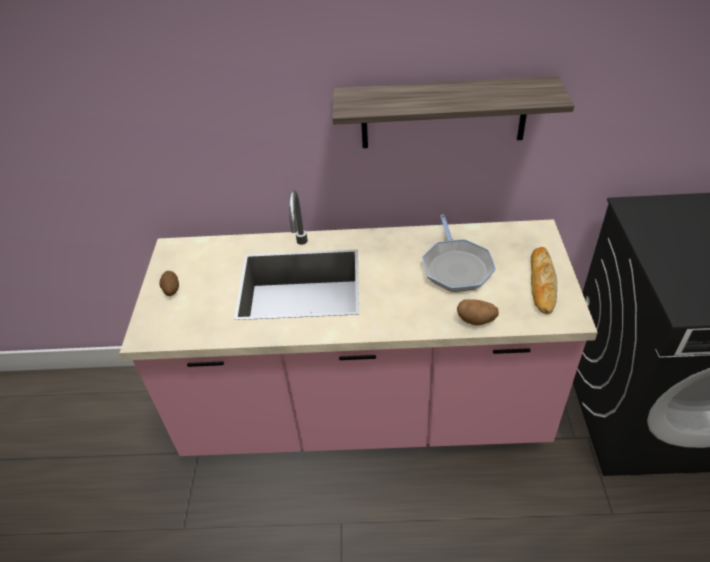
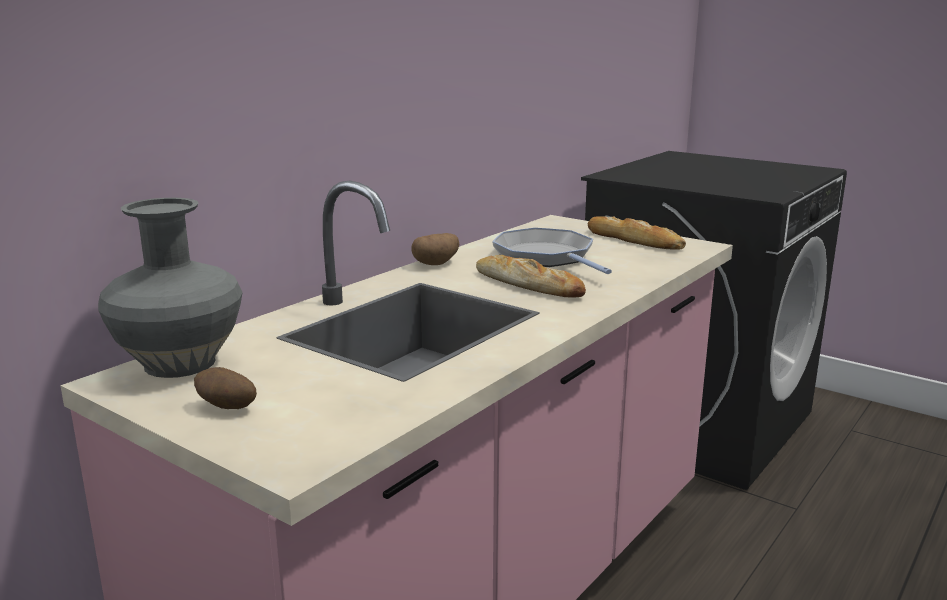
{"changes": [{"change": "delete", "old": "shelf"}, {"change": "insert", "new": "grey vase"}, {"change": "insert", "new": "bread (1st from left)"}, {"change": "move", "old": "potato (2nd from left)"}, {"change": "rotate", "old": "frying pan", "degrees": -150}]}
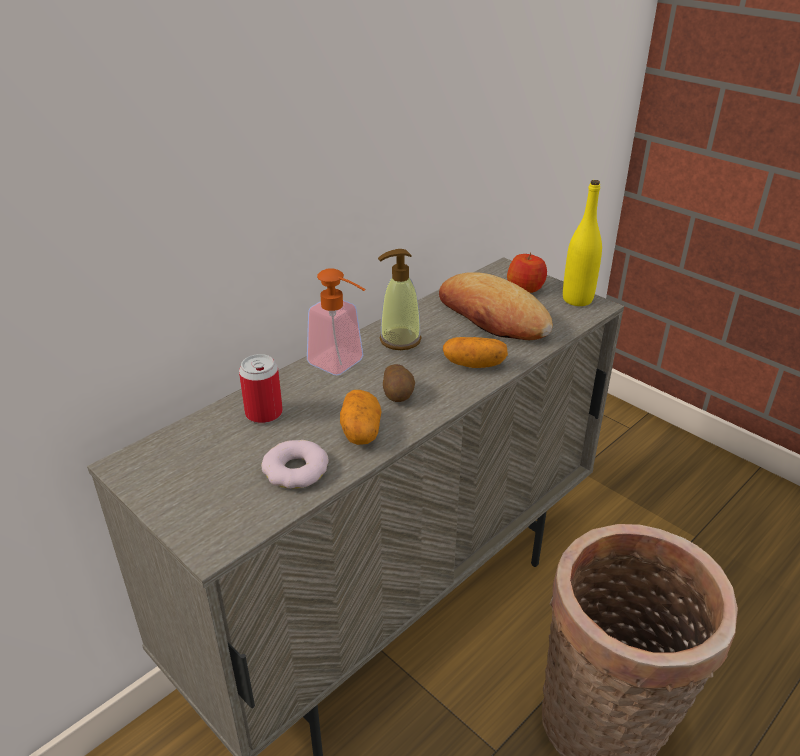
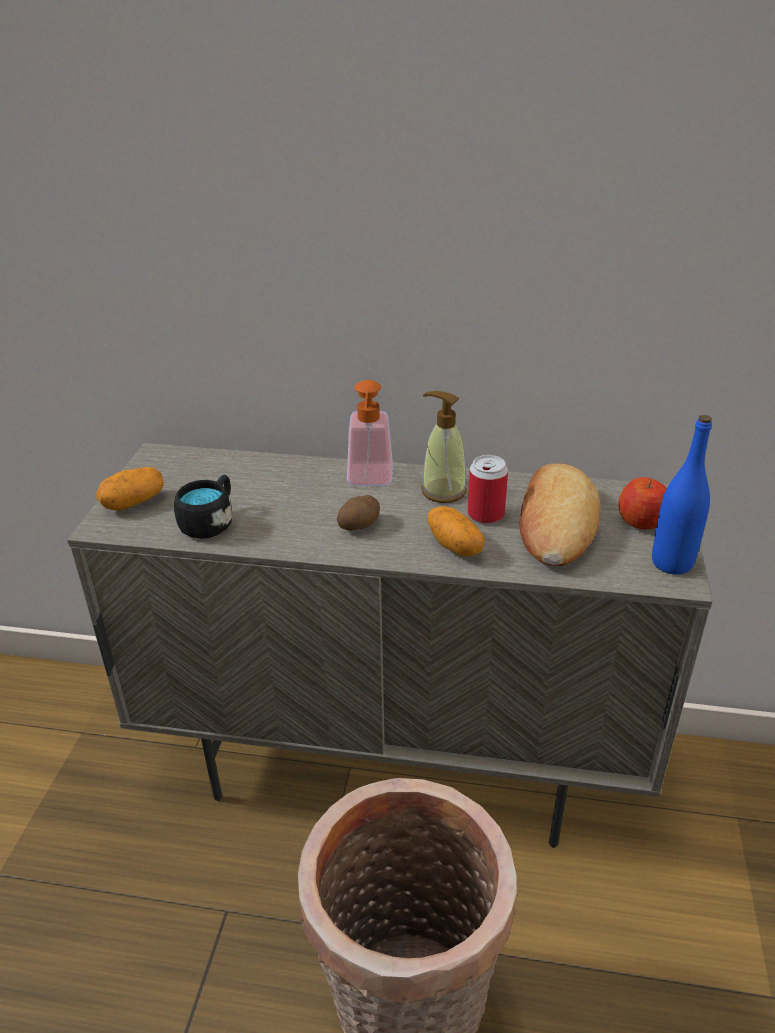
{"changes": [{"change": "move", "old": "can"}, {"change": "move", "old": "potato (1st from left)"}, {"change": "replace", "old": "donut", "new": "black mug"}, {"change": "recolor", "old": "yellow bottle", "new": "blue bottle"}]}
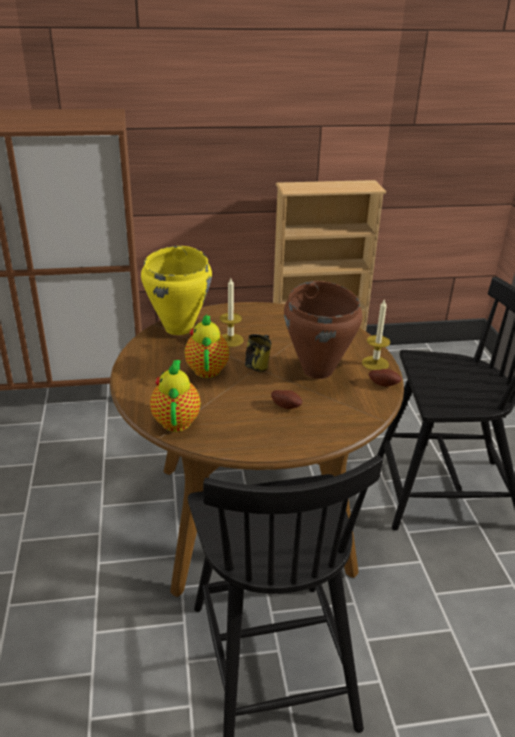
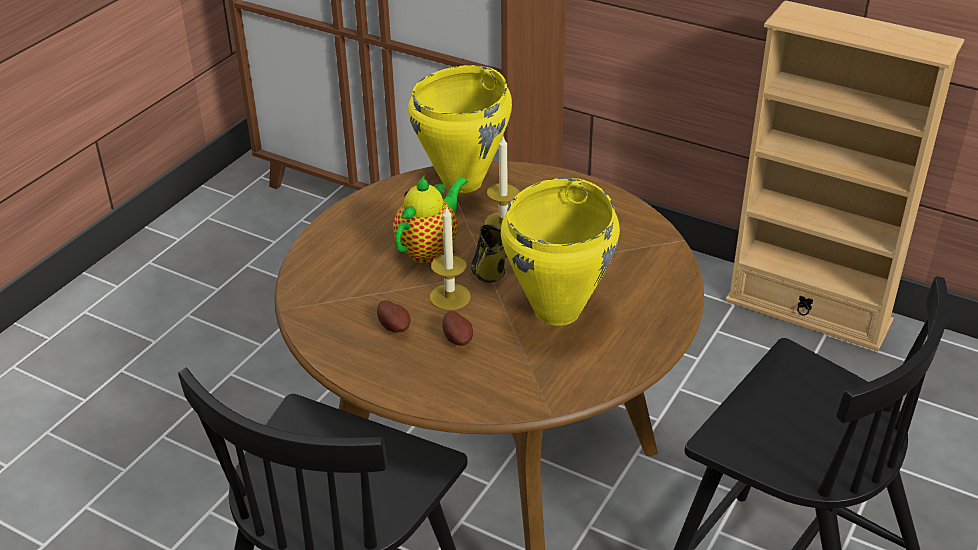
{"changes": [{"change": "delete", "old": "teapot (1st from left)"}, {"change": "move", "old": "candle (2nd from left in the first image)", "new": "candle (1st from left)"}, {"change": "move", "old": "potato (2nd from left in the first image)", "new": "potato (1st from left)"}, {"change": "recolor", "old": "brown cooking pot", "new": "yellow cooking pot (2nd from left)"}]}
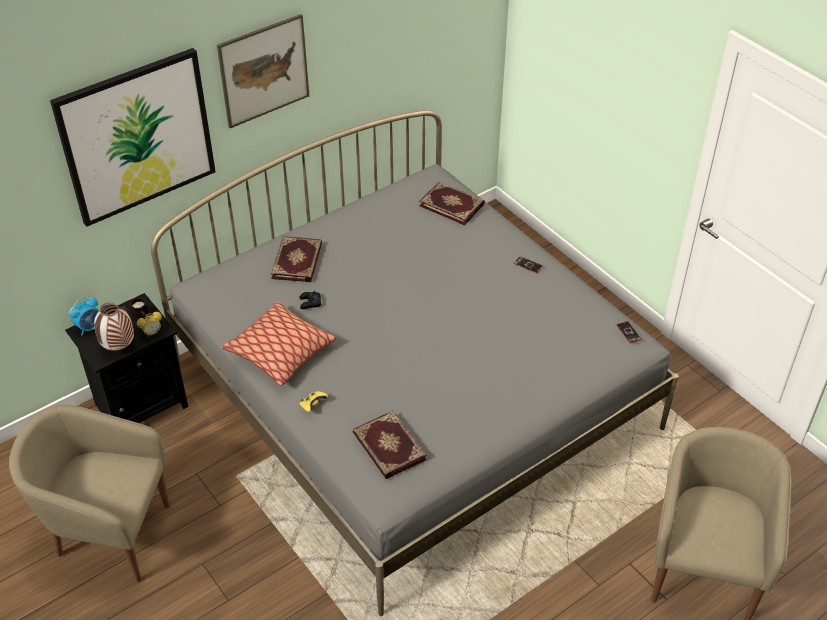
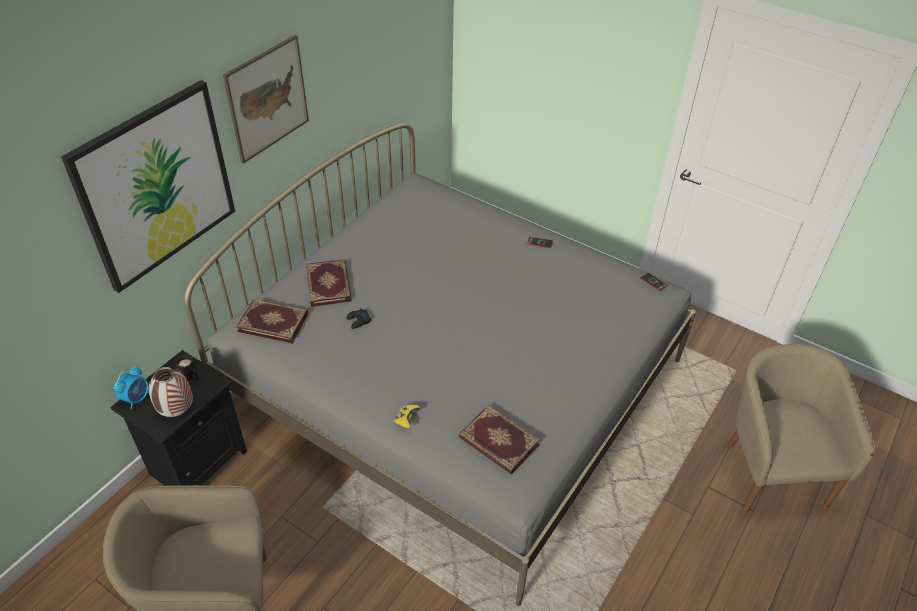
{"changes": [{"change": "delete", "old": "alarm clock (2nd from left)"}, {"change": "delete", "old": "pillow"}, {"change": "move", "old": "book (3rd from left in the first image)", "new": "book (1st from left)"}]}
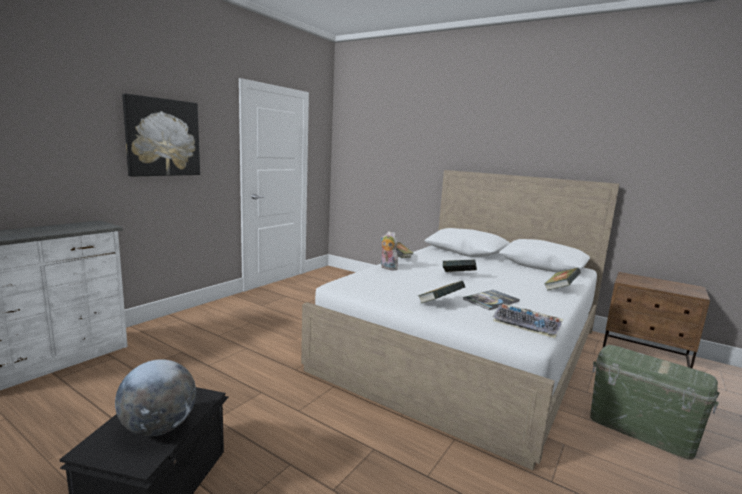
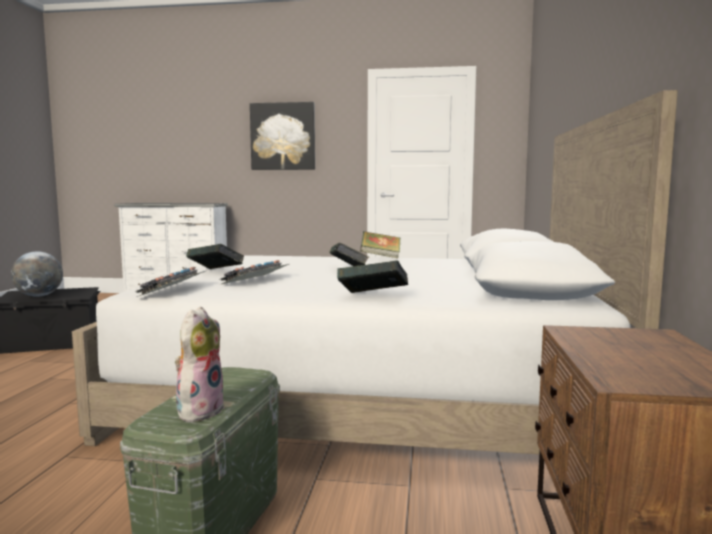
{"changes": [{"change": "move", "old": "plush toy"}, {"change": "replace", "old": "book (4th from left)", "new": "keyboard (2nd from left)"}]}
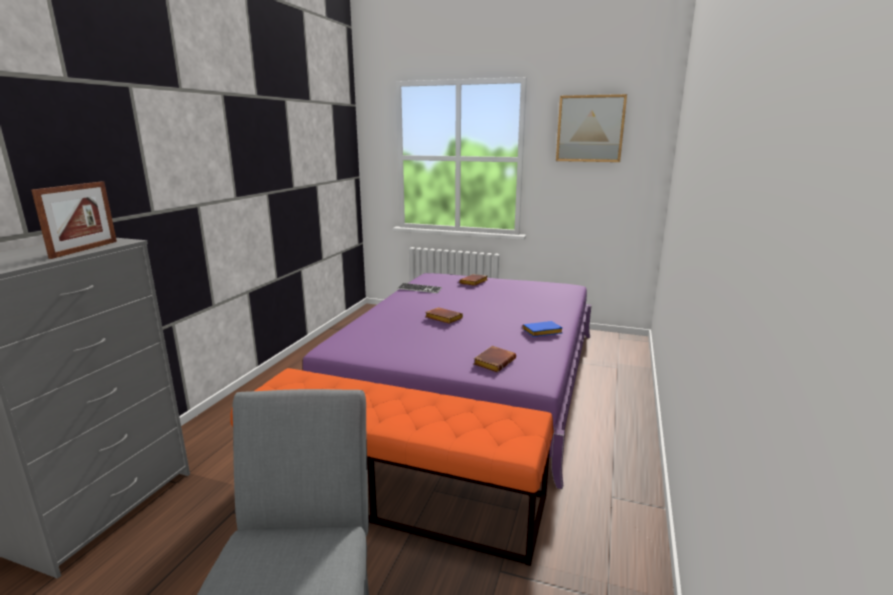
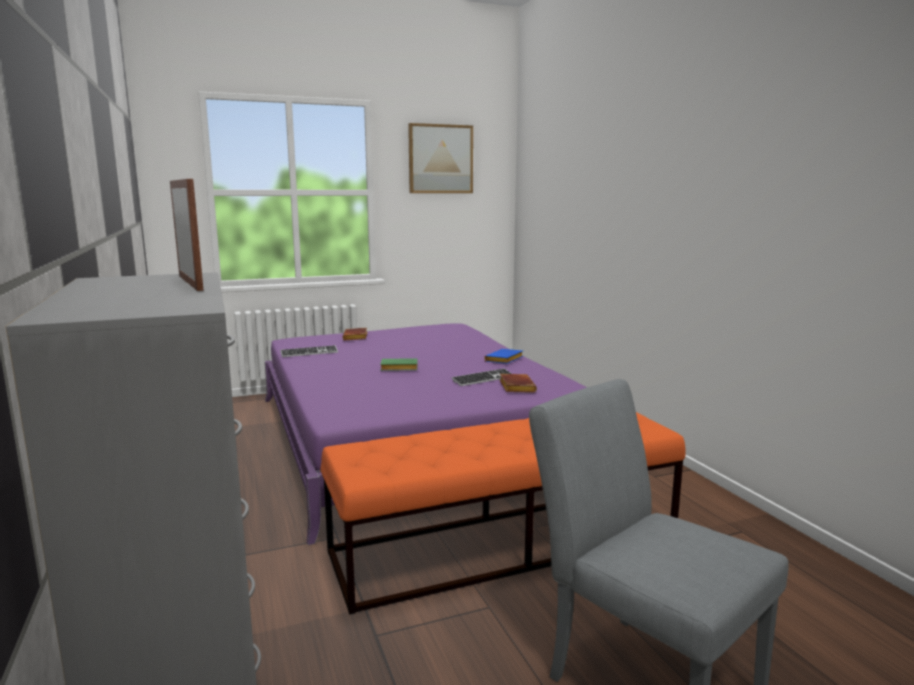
{"changes": [{"change": "insert", "new": "keyboard (2nd from left)"}, {"change": "recolor", "old": "brown book (1st from left)", "new": "green book"}]}
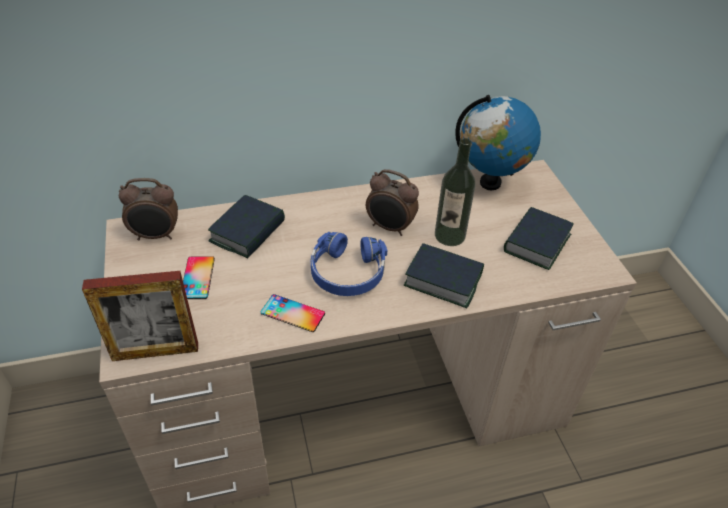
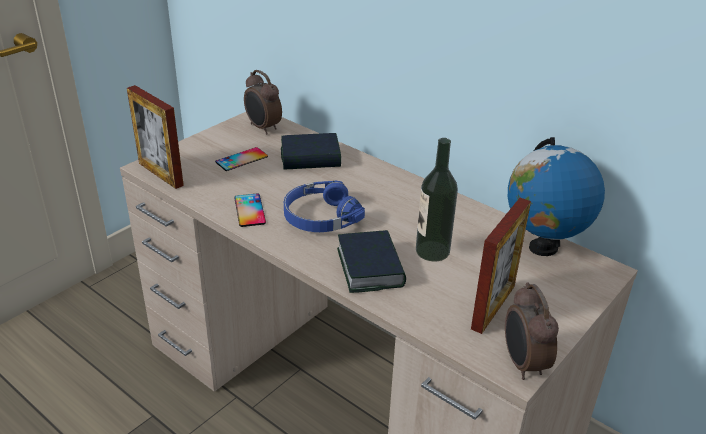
{"changes": [{"change": "move", "old": "alarm clock (2nd from left)"}, {"change": "replace", "old": "book (3rd from left)", "new": "picture frame (2nd from left)"}]}
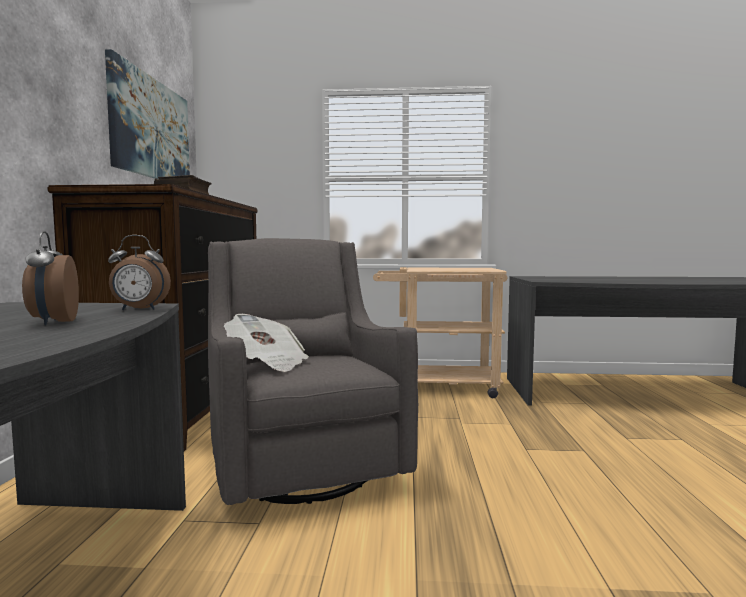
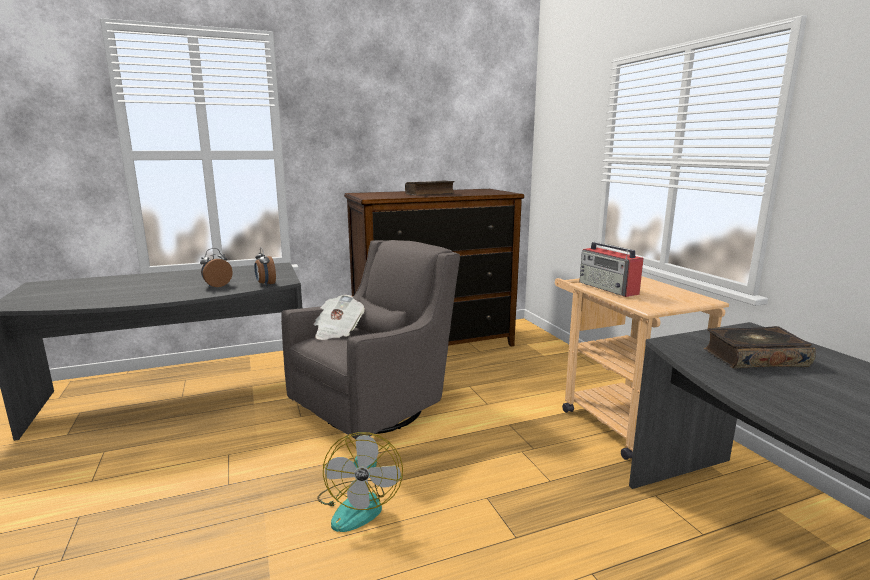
{"changes": [{"change": "delete", "old": "picture"}, {"change": "insert", "new": "fan"}, {"change": "insert", "new": "radio"}, {"change": "insert", "new": "book (2nd from left)"}]}
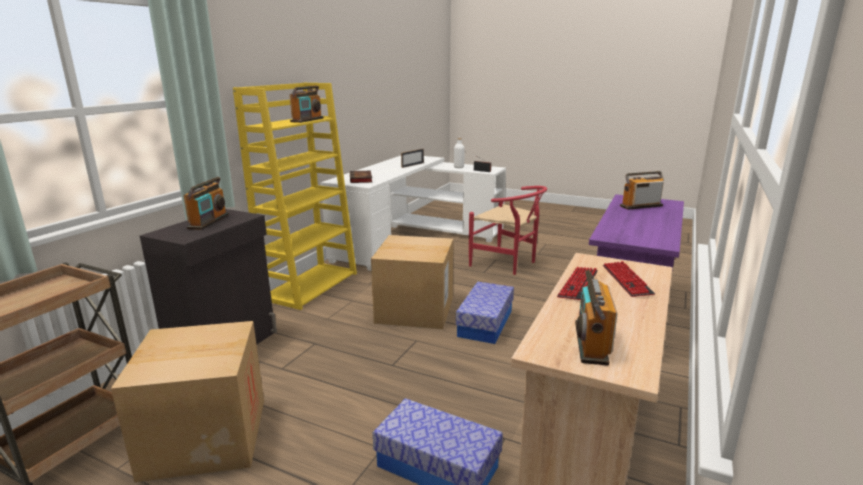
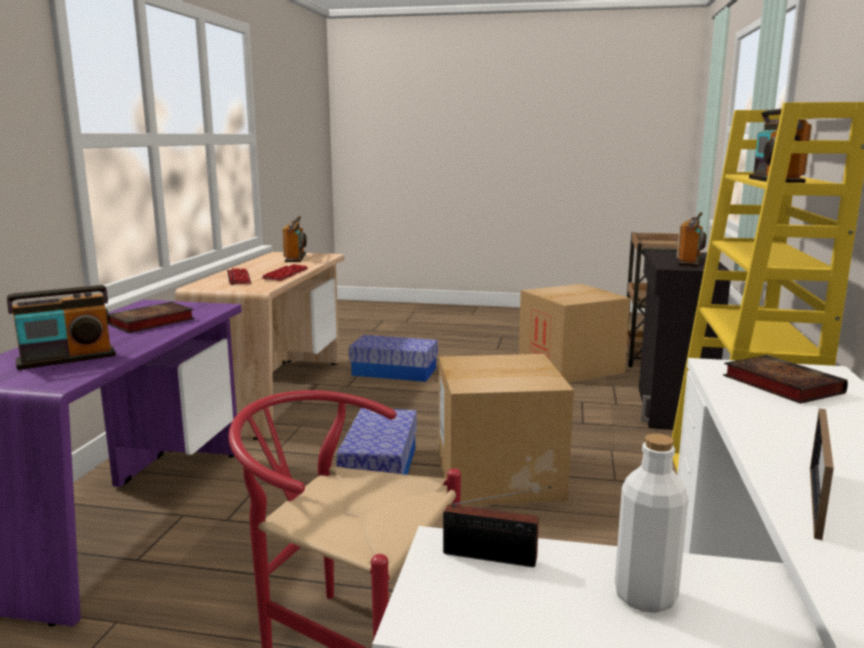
{"changes": [{"change": "insert", "new": "book (1st from left)"}, {"change": "rotate", "old": "radio (1st from left in the first image)", "degrees": -150}]}
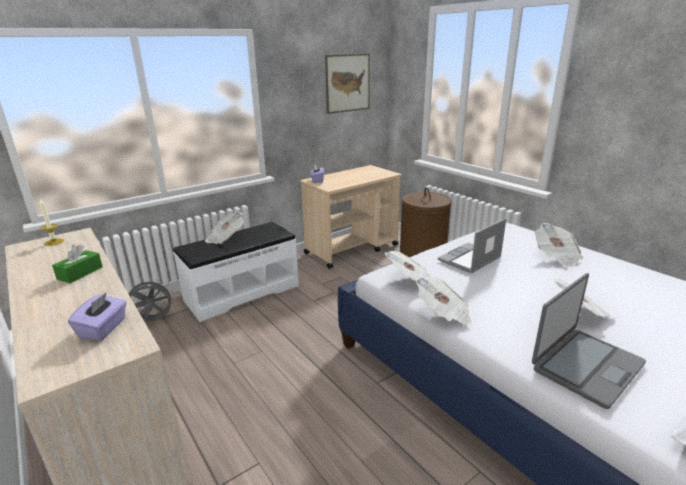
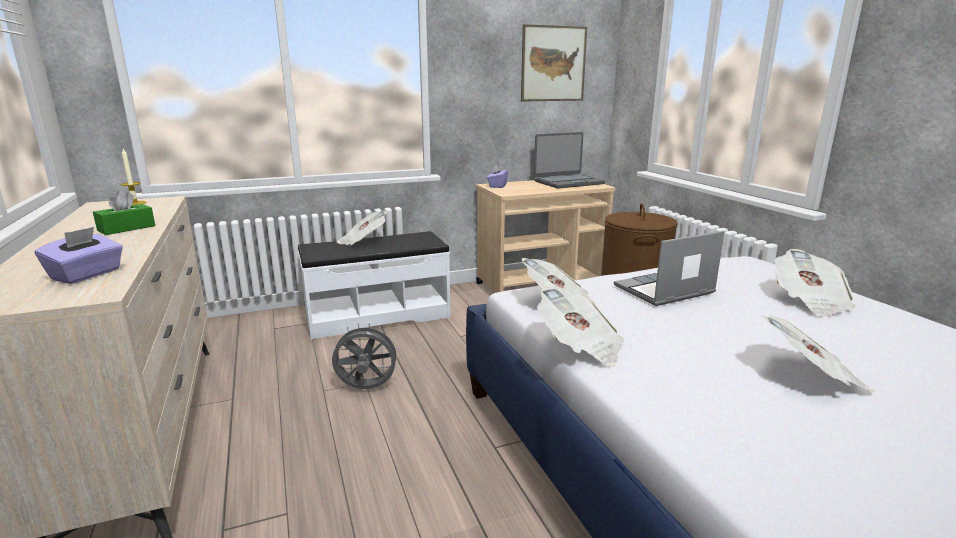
{"changes": [{"change": "move", "old": "grey fan"}, {"change": "move", "old": "laptop (2nd from left in the first image)", "new": "laptop (1st from left)"}]}
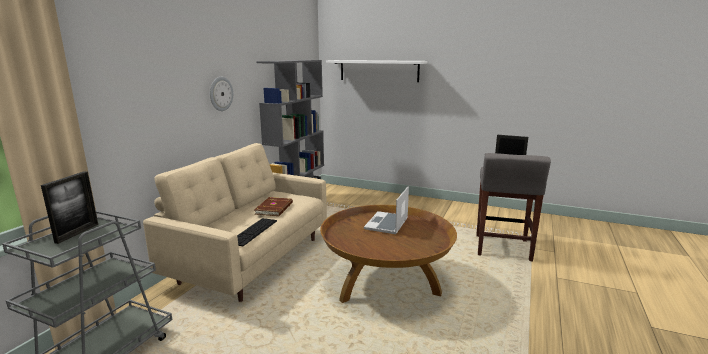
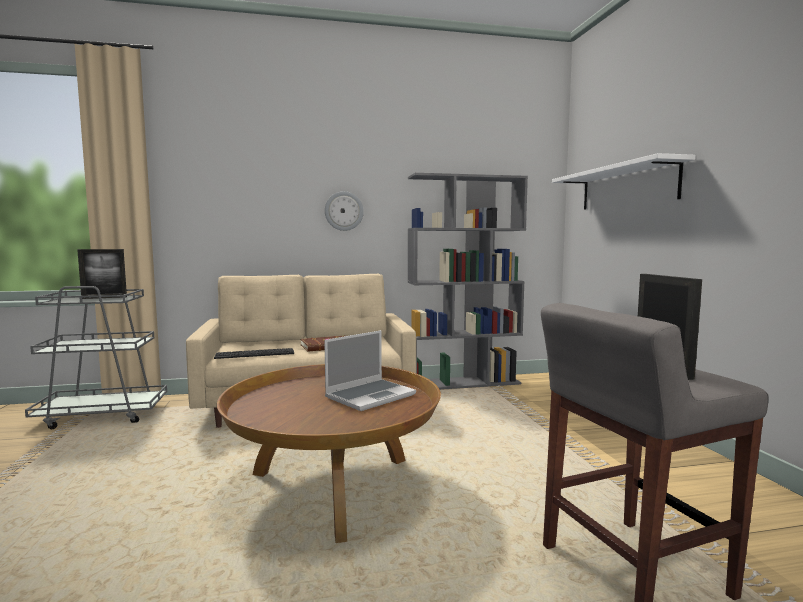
{"changes": [{"change": "rotate", "old": "laptop", "degrees": 150}]}
